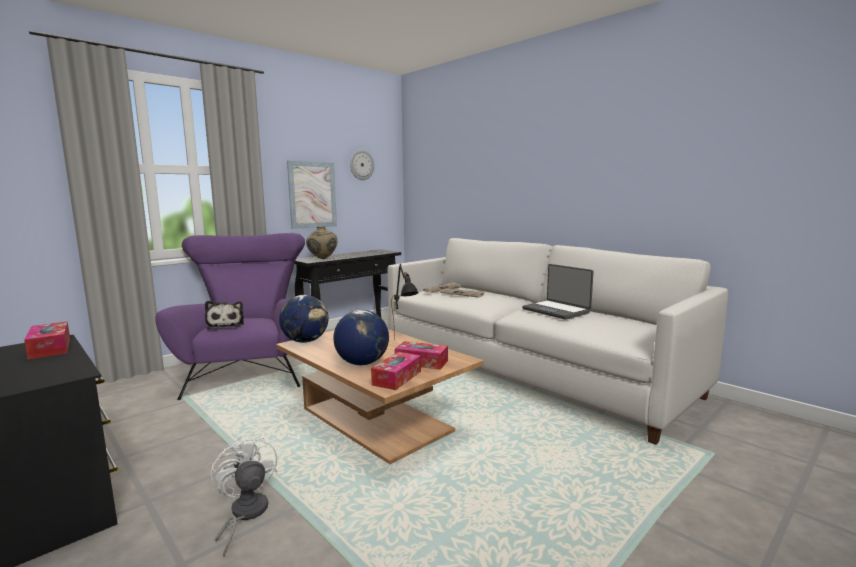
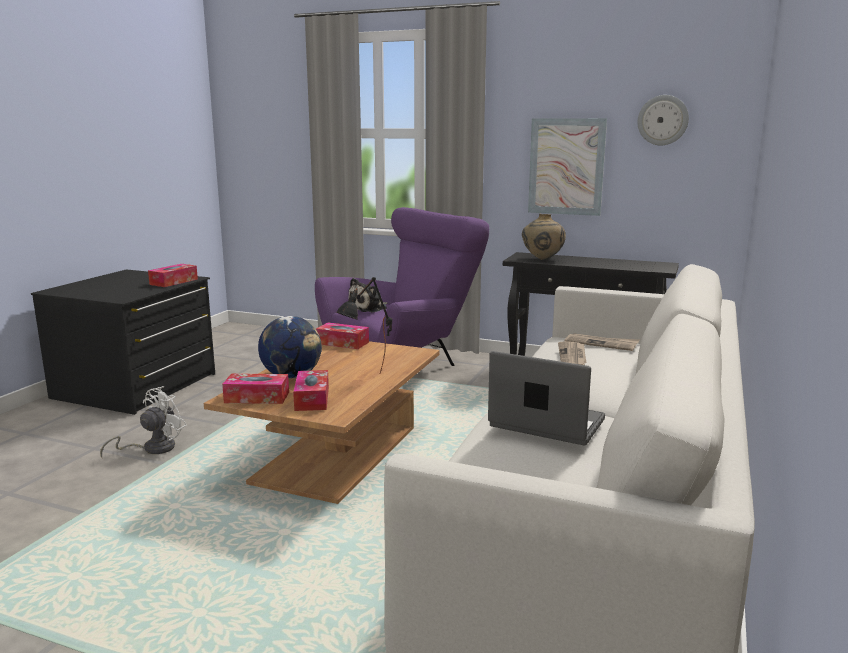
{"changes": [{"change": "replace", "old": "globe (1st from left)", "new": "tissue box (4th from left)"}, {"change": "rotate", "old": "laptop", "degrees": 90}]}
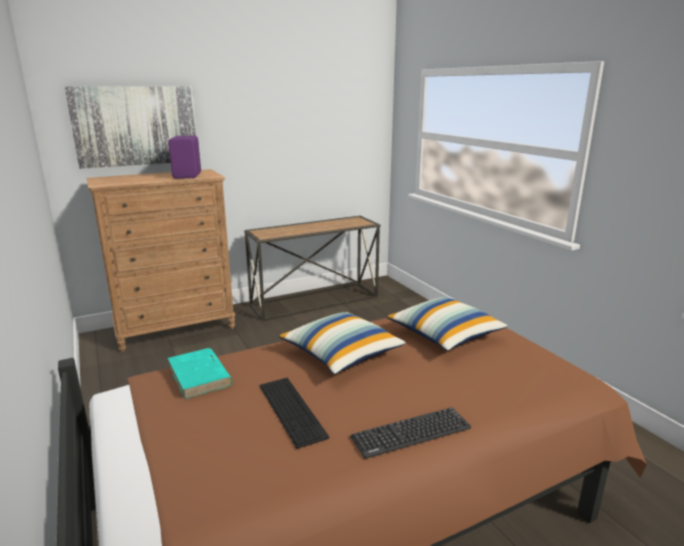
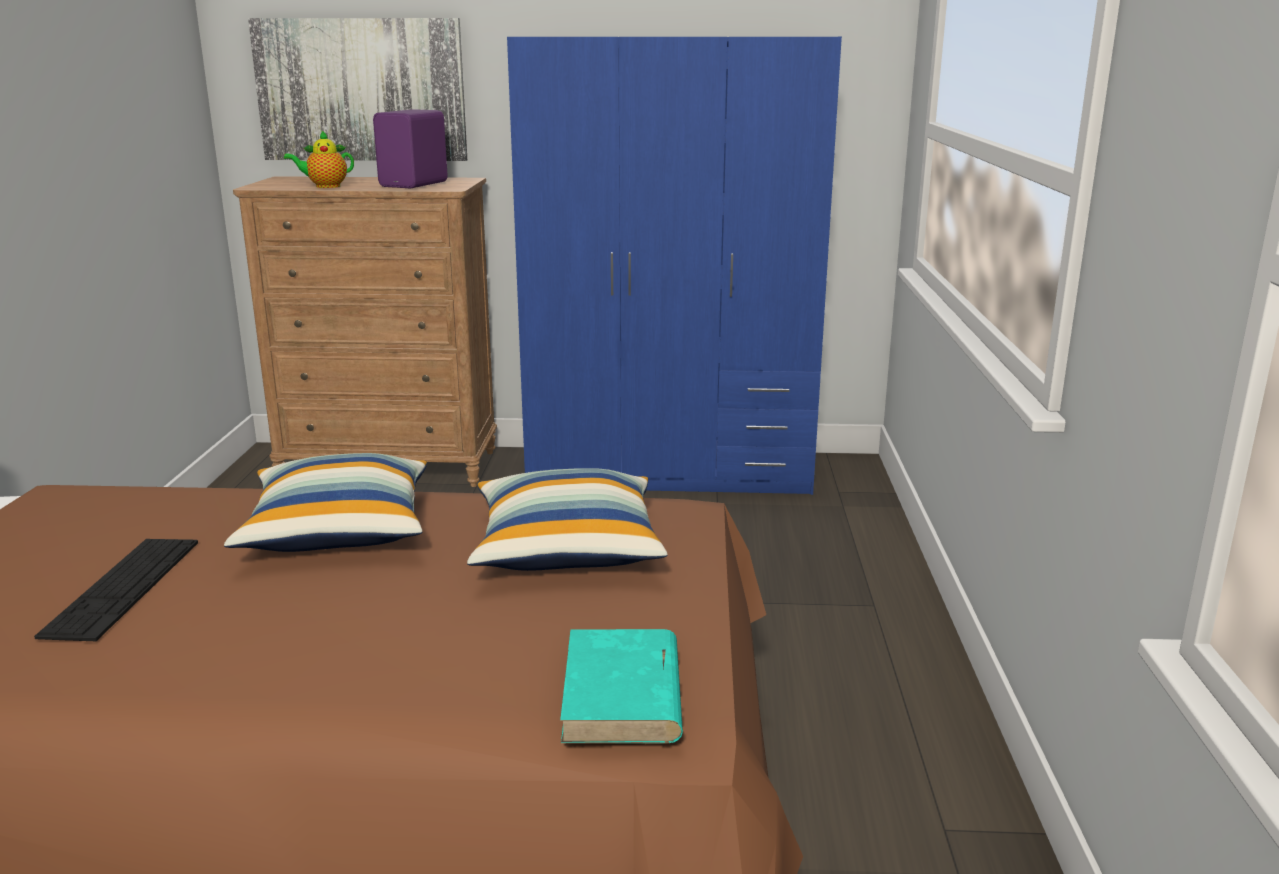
{"changes": [{"change": "delete", "old": "keyboard (2nd from left)"}, {"change": "insert", "new": "teapot"}, {"change": "move", "old": "turquoise book"}, {"change": "replace", "old": "console table", "new": "blue wardrobe"}]}
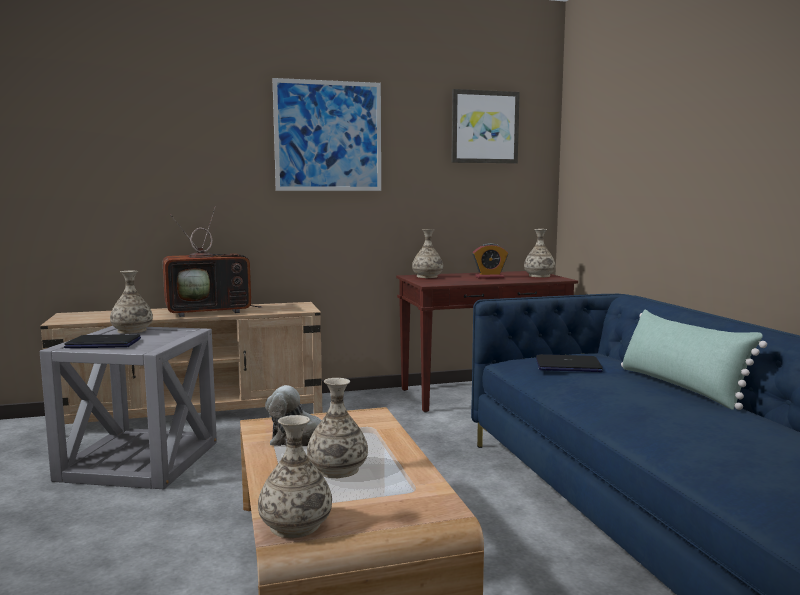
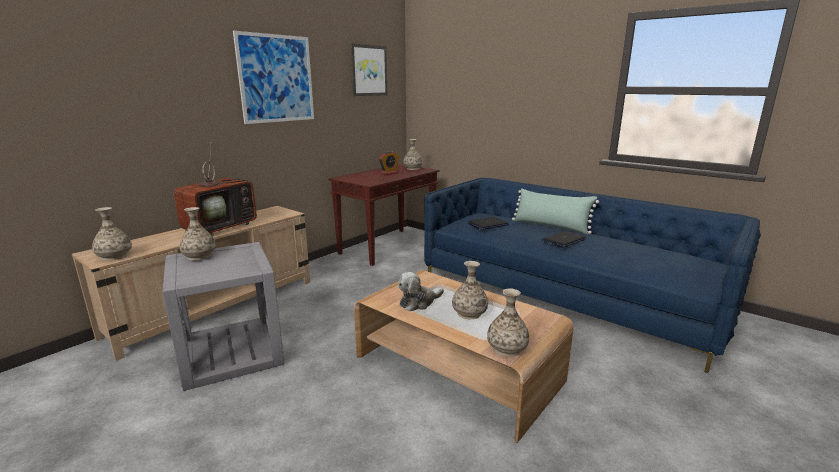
{"changes": [{"change": "move", "old": "laptop (1st from left in the first image)", "new": "laptop (2nd from left)"}, {"change": "move", "old": "vase (4th from left in the first image)", "new": "vase (1st from left)"}]}
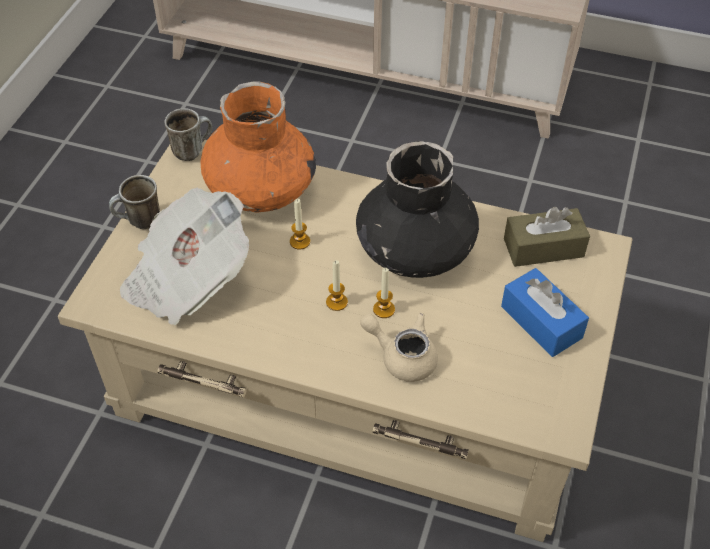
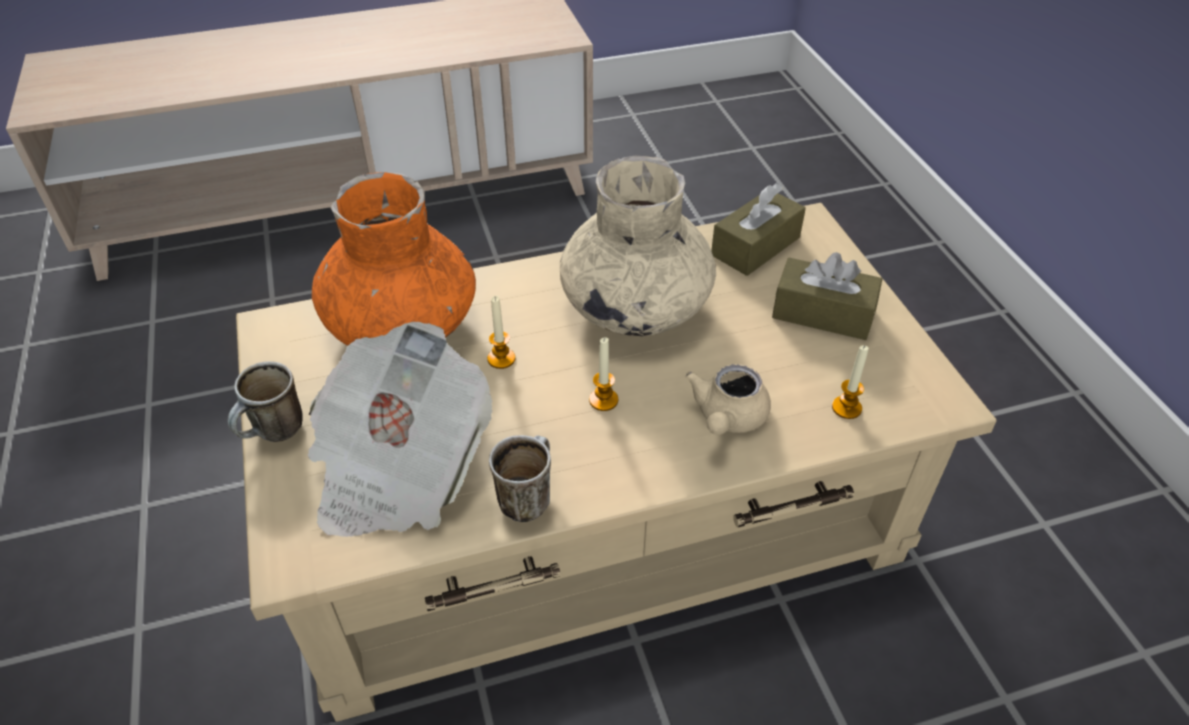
{"changes": [{"change": "move", "old": "mug (2nd from left)"}, {"change": "move", "old": "candle (3rd from left)"}, {"change": "recolor", "old": "black vase", "new": "beige vase"}, {"change": "recolor", "old": "blue tissue box", "new": "brown tissue box (2nd from left)"}, {"change": "rotate", "old": "beige teapot", "degrees": -60}]}
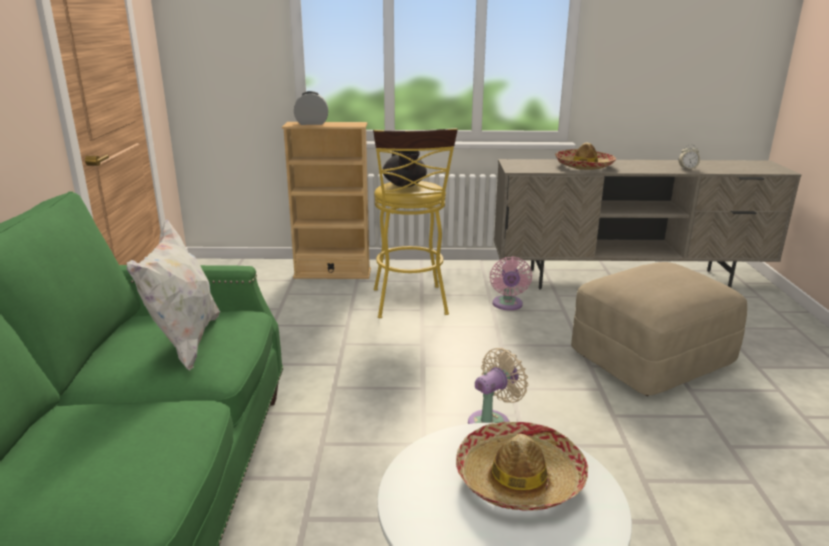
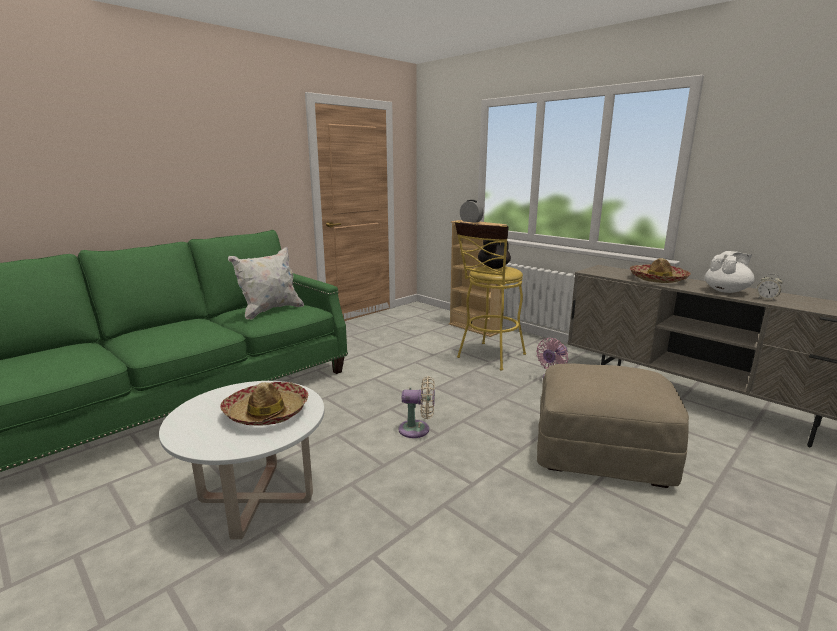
{"changes": [{"change": "insert", "new": "white teapot"}]}
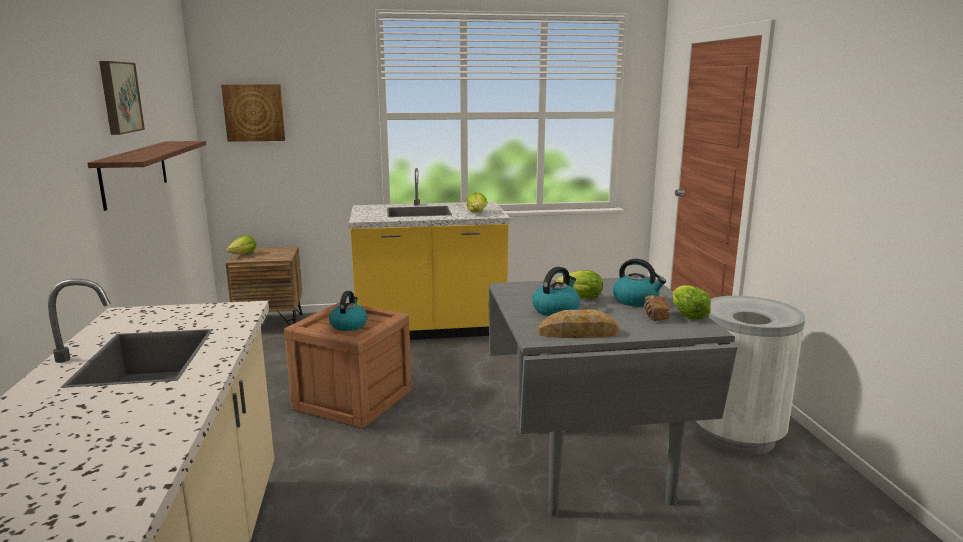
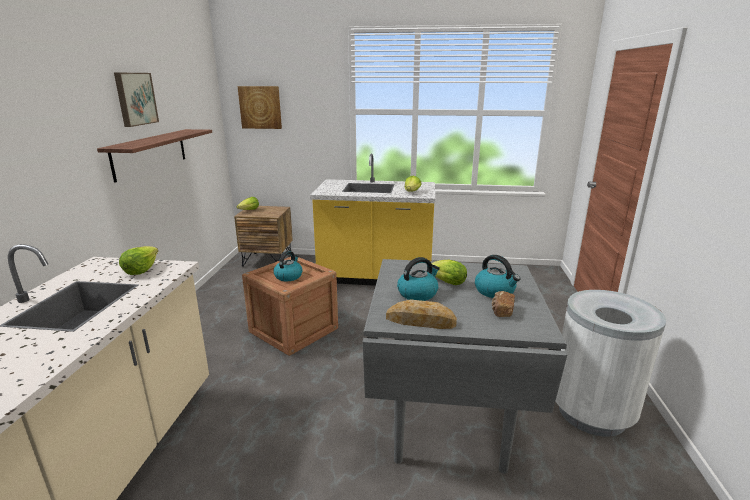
{"changes": [{"change": "move", "old": "lettuce (4th from left in the first image)", "new": "lettuce (1st from left)"}]}
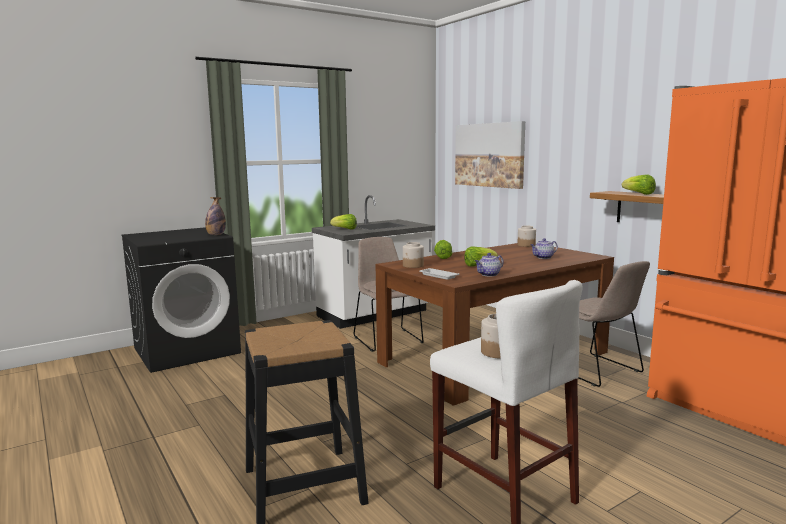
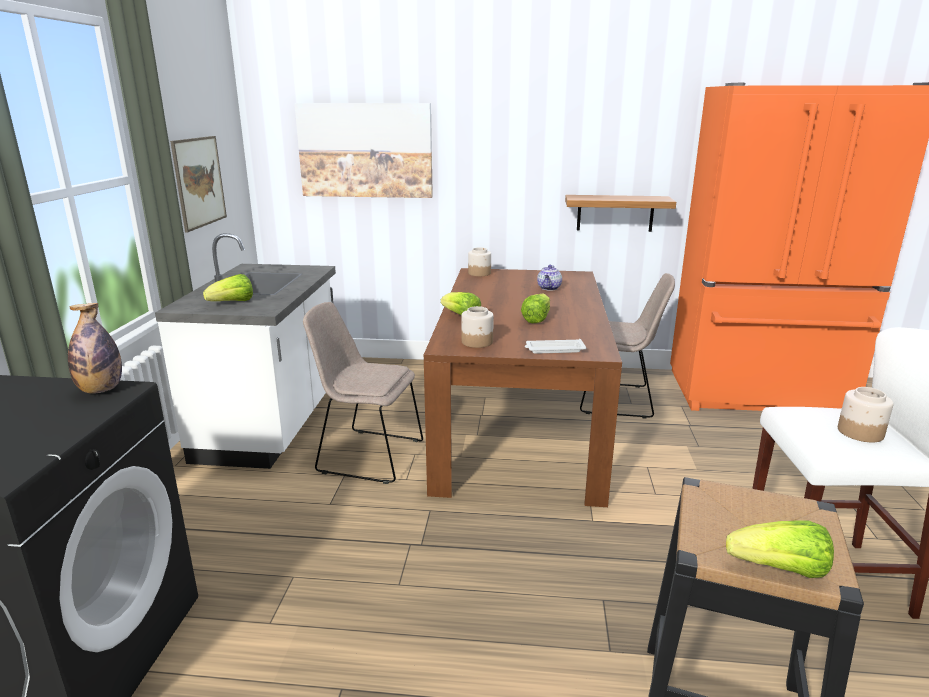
{"changes": [{"change": "delete", "old": "teapot (1st from left)"}, {"change": "insert", "new": "picture (1st from left)"}, {"change": "move", "old": "lettuce (4th from left)"}]}
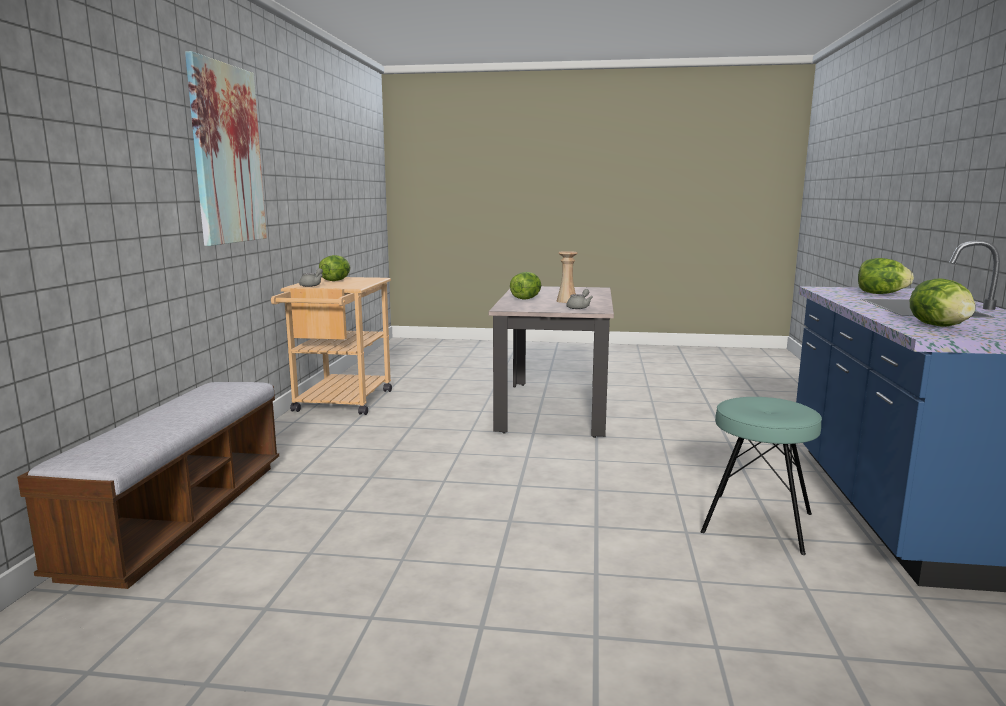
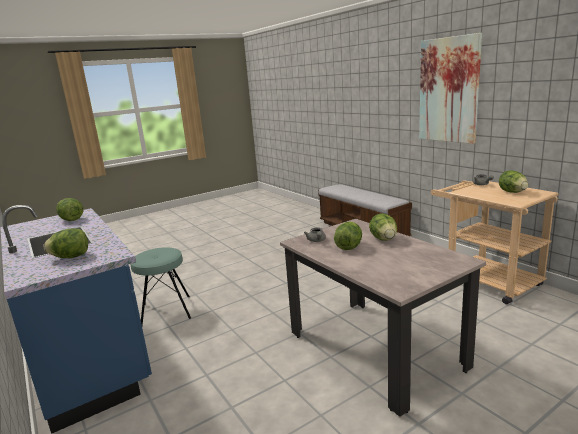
{"changes": [{"change": "replace", "old": "beige vase", "new": "lettuce (3rd from left)"}]}
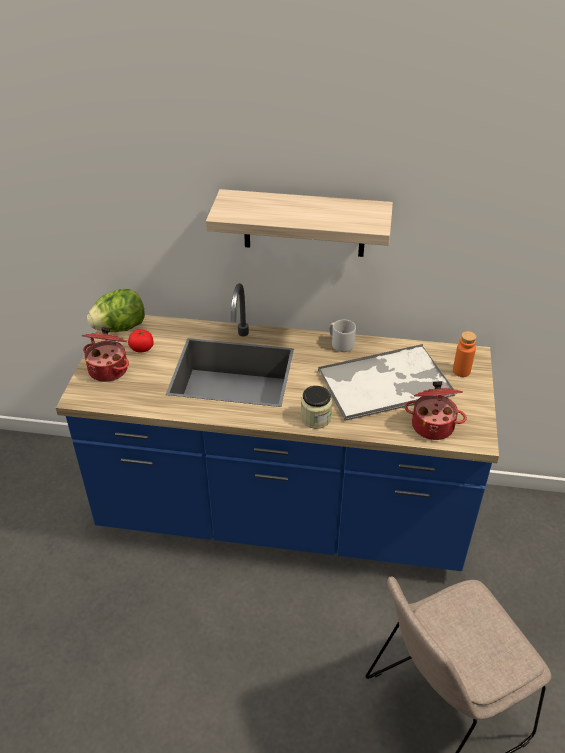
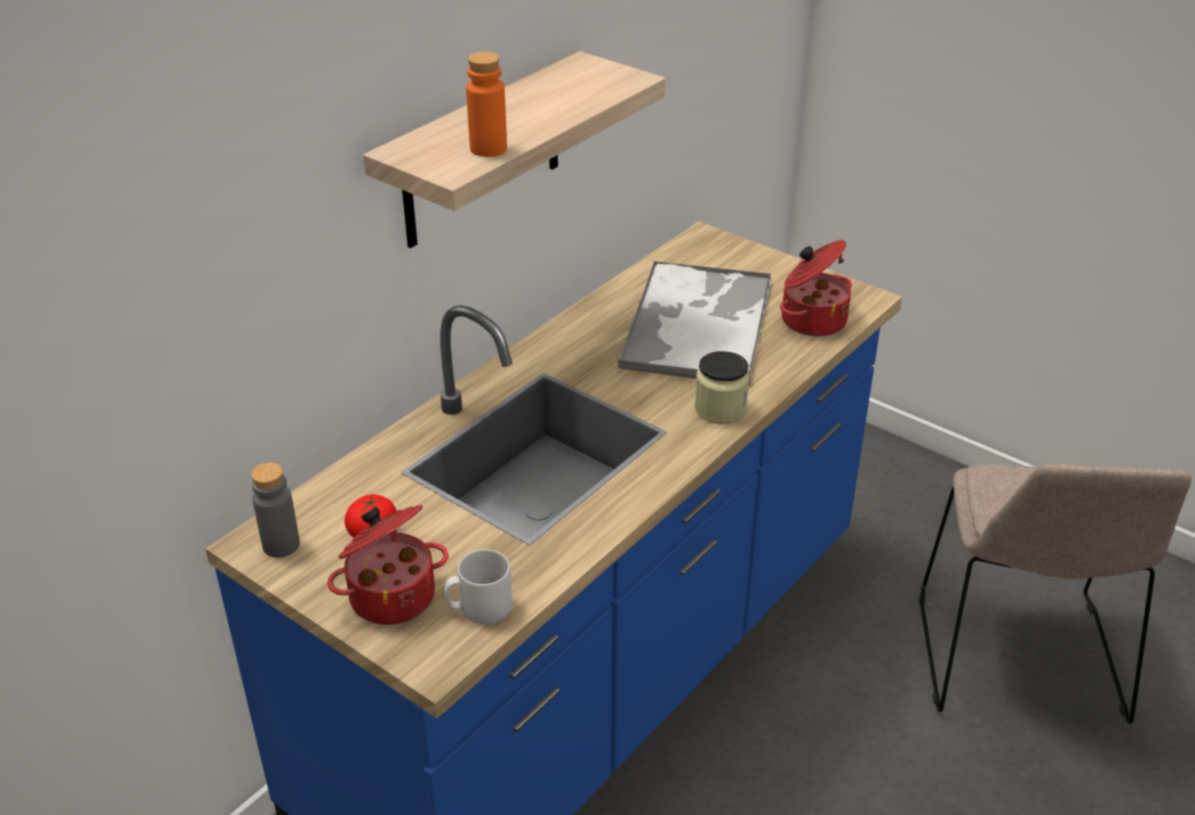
{"changes": [{"change": "move", "old": "grey mug"}, {"change": "move", "old": "orange bottle"}, {"change": "replace", "old": "lettuce", "new": "grey bottle"}]}
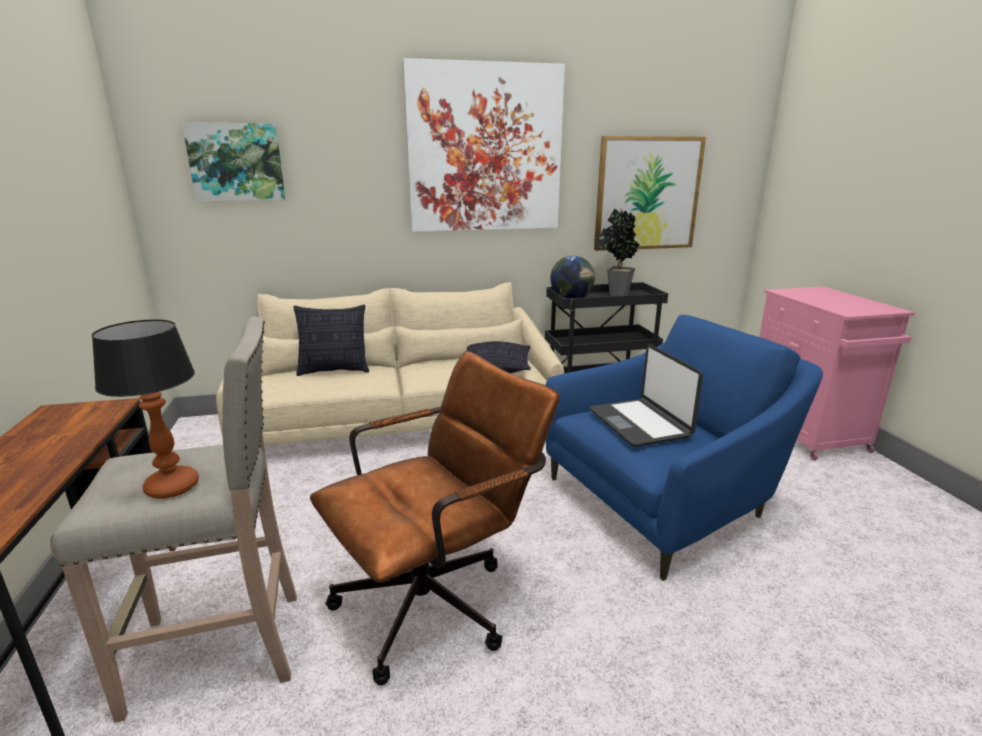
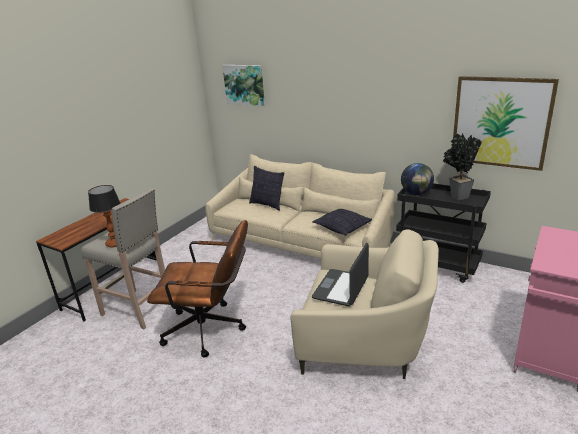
{"changes": [{"change": "delete", "old": "picture (2nd from left)"}, {"change": "recolor", "old": "blue armchair", "new": "beige armchair"}]}
